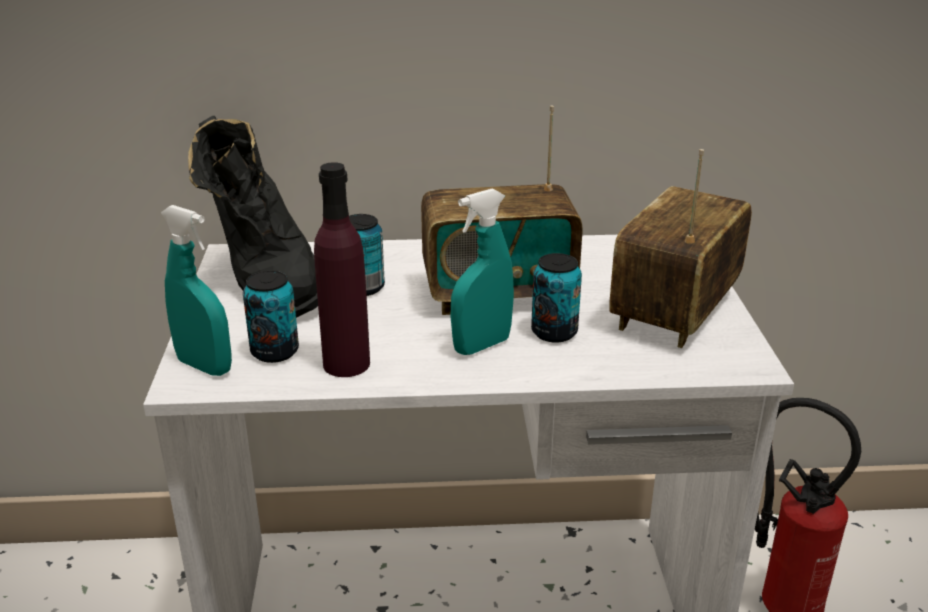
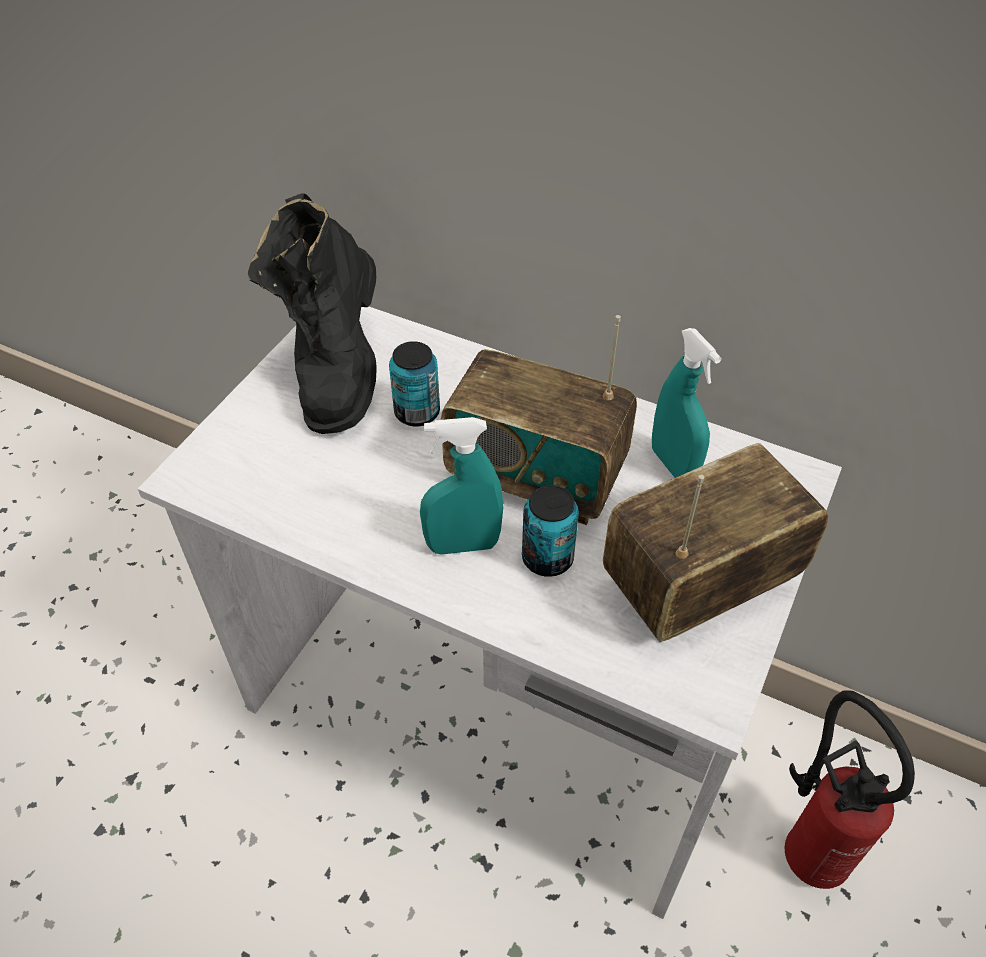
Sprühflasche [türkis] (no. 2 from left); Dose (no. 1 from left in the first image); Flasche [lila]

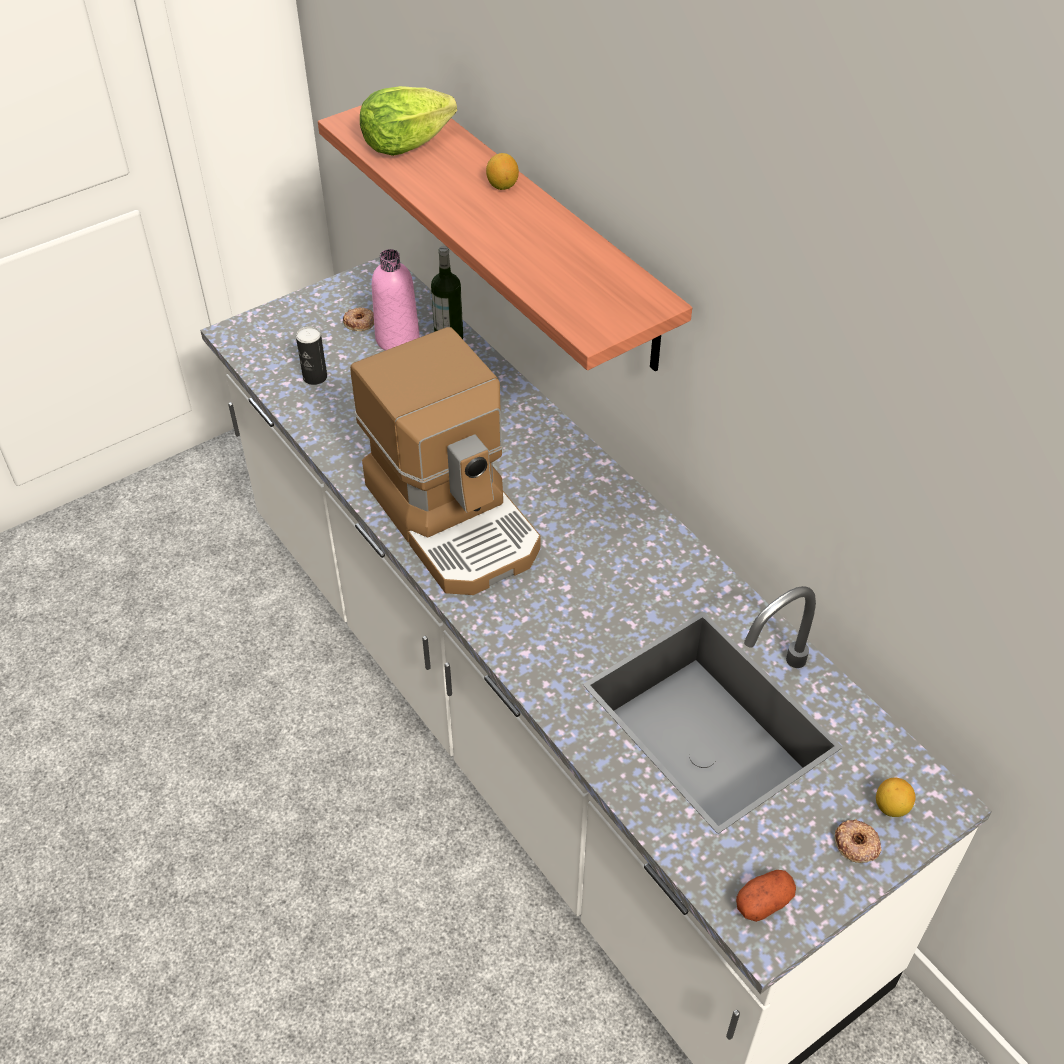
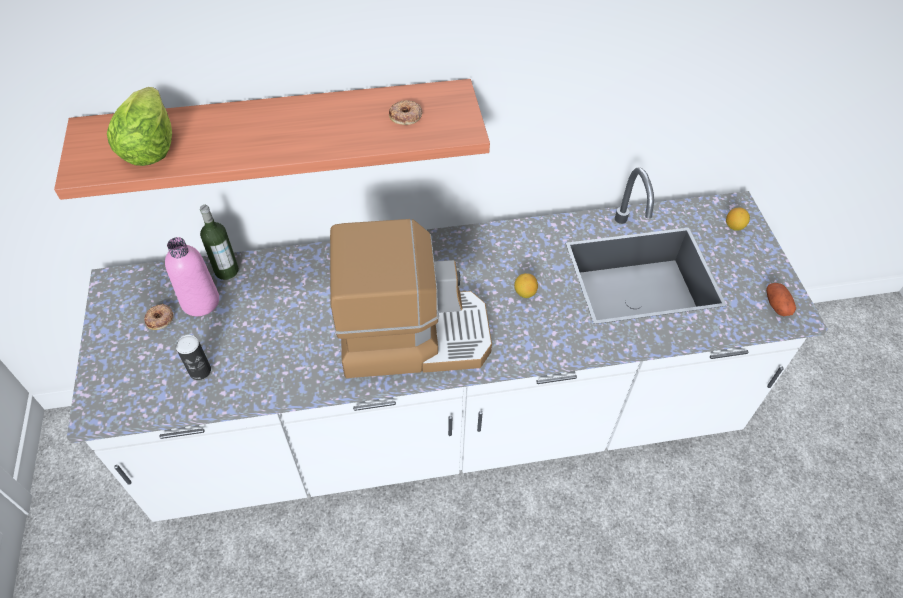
Zitrone (no. 1 from left); Donut (no. 2 from left)

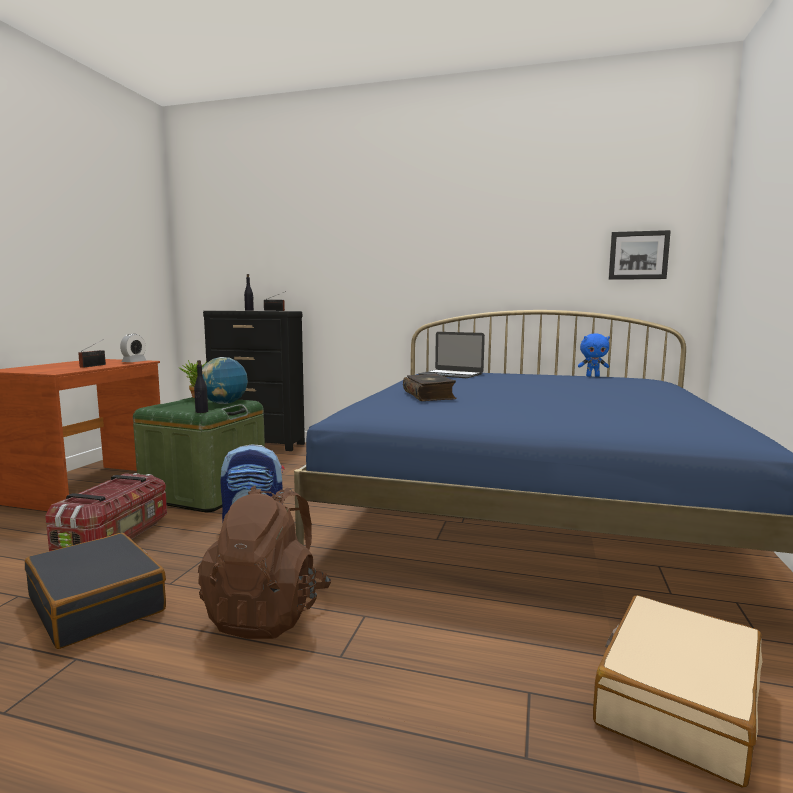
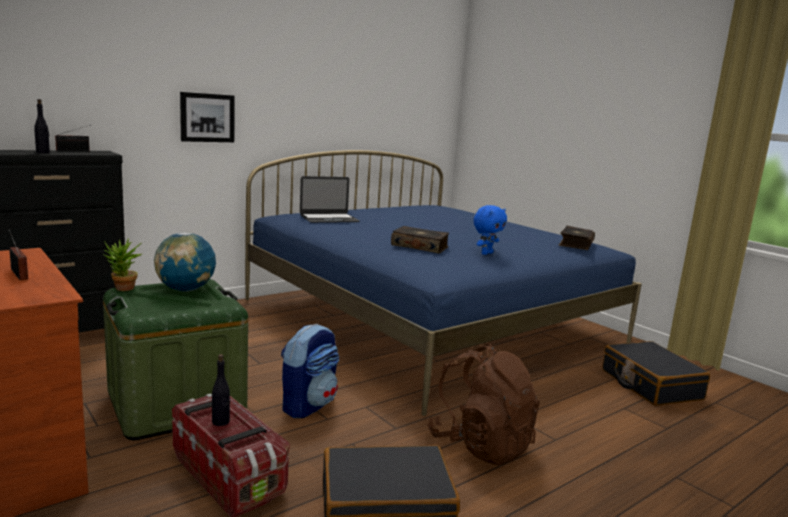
Wecker; Flasche [schwarz] (no. 2 from left); Plüschtier [blau]; Koffer [schwarz] (no. 2 from left); Bild; Buch (no. 2 from left)

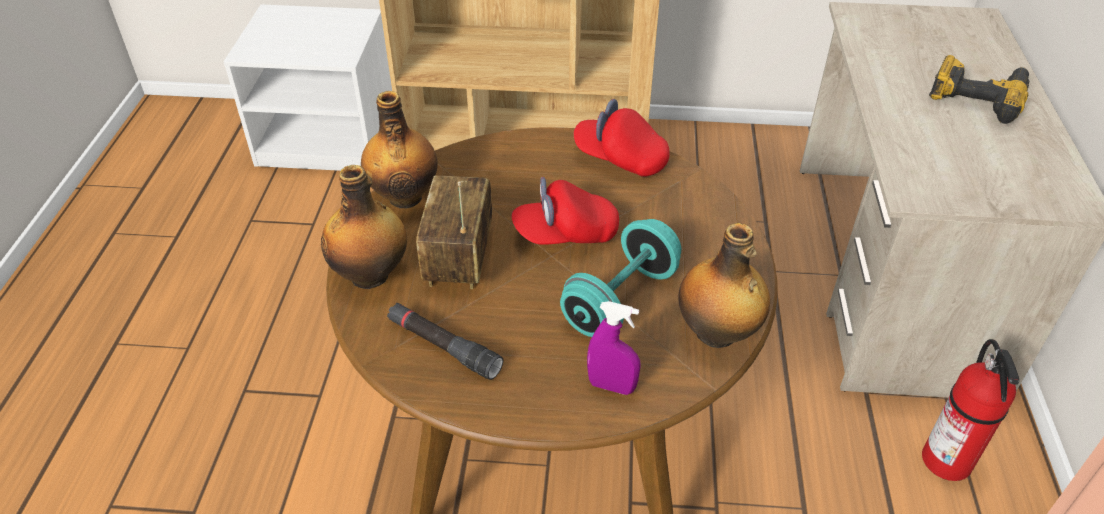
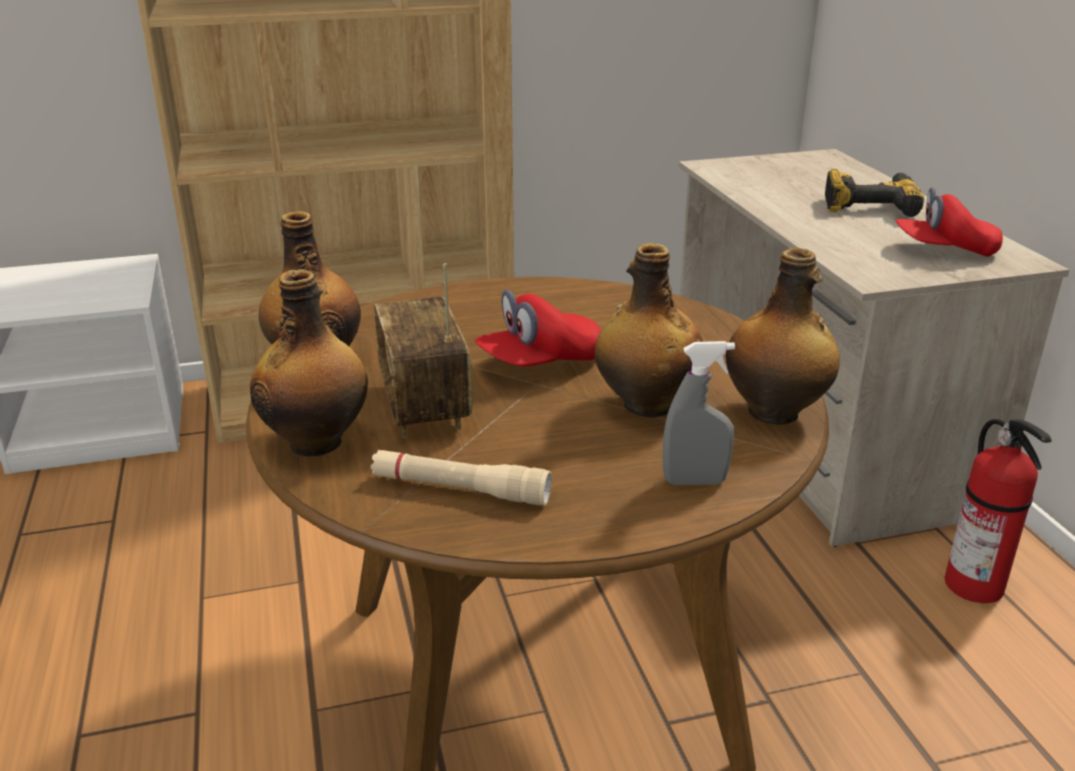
Taschenlampe [beige]; Flasche (no. 3 from left); Kappe [rot] (no. 2 from left); Sprühflasche [grau]

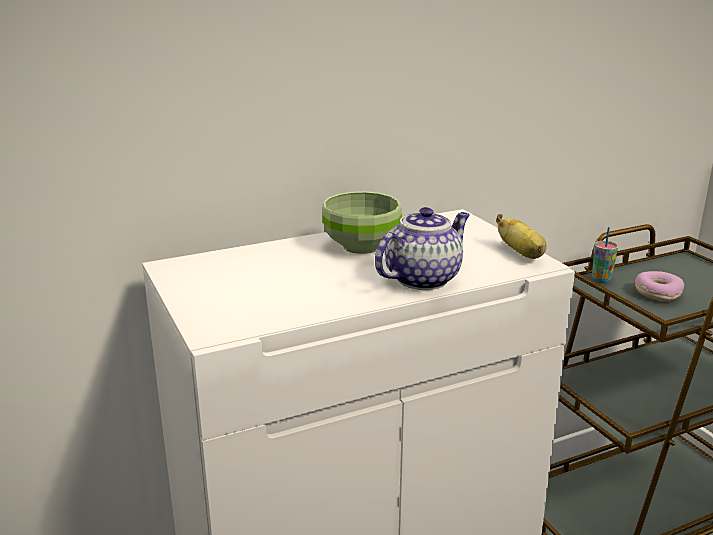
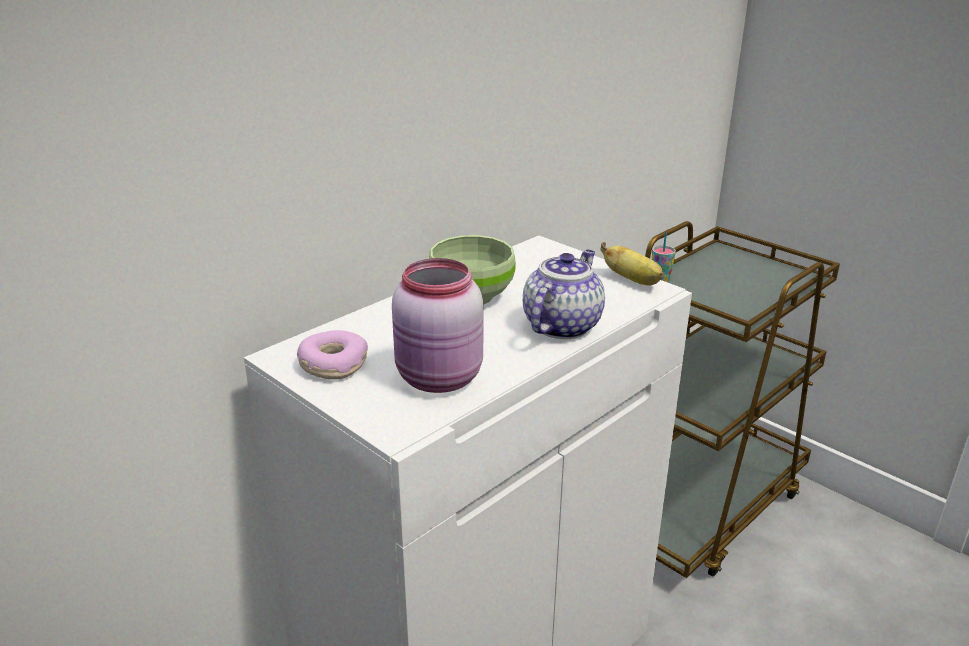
Donut; Vorratsglas [rosa]

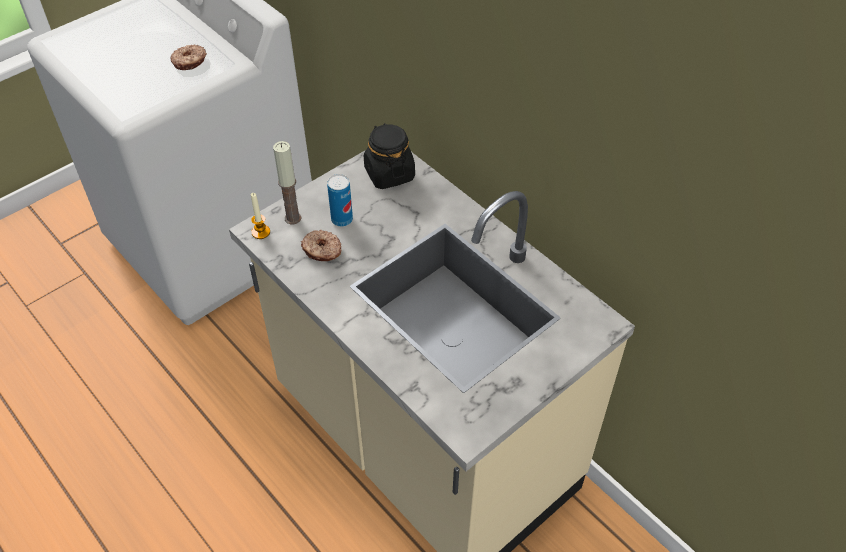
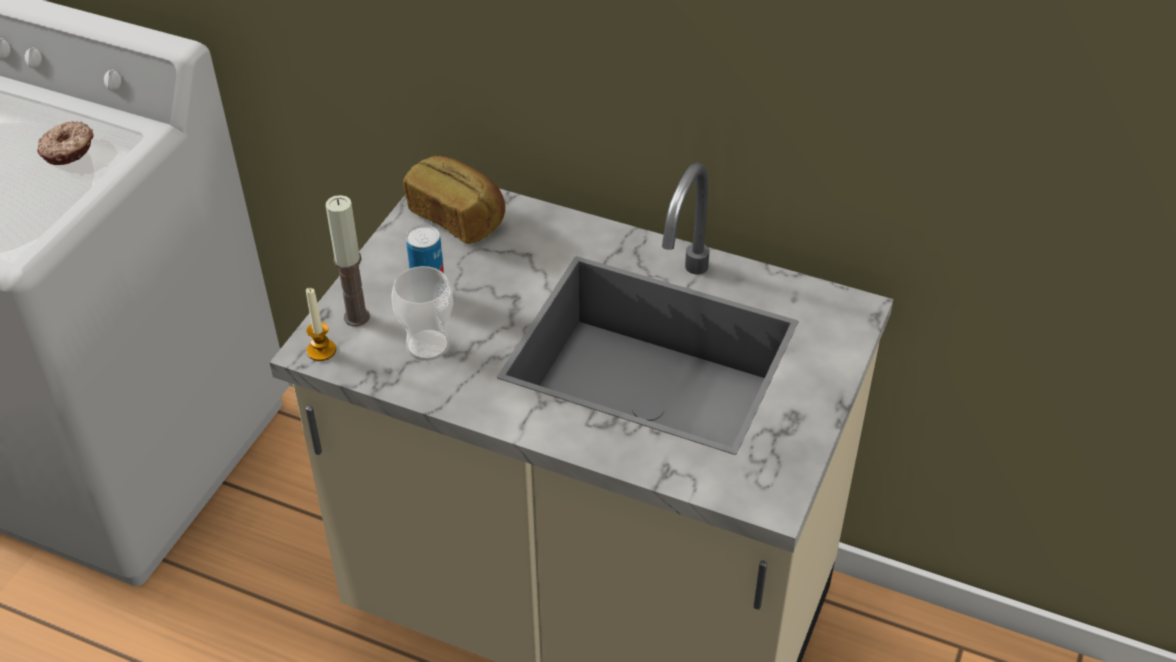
Tasse; Brot

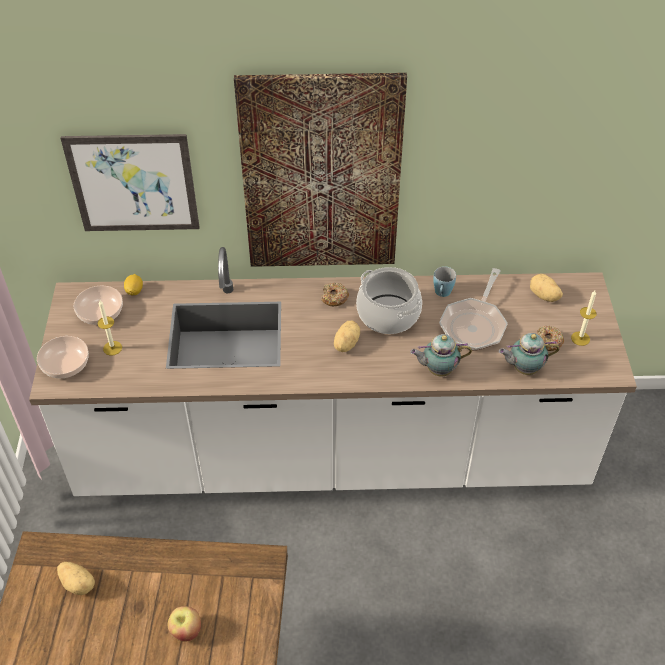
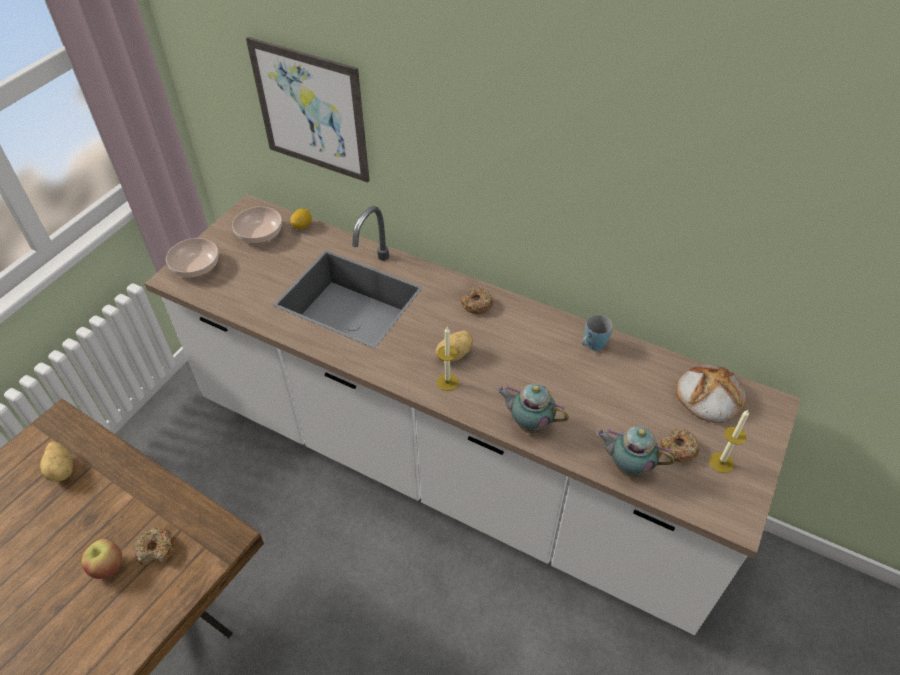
Kerze (no. 1 from left); Bild (no. 2 from left in the first image); Kochtopf; Pfanne; Brot; Donut (no. 1 from left)

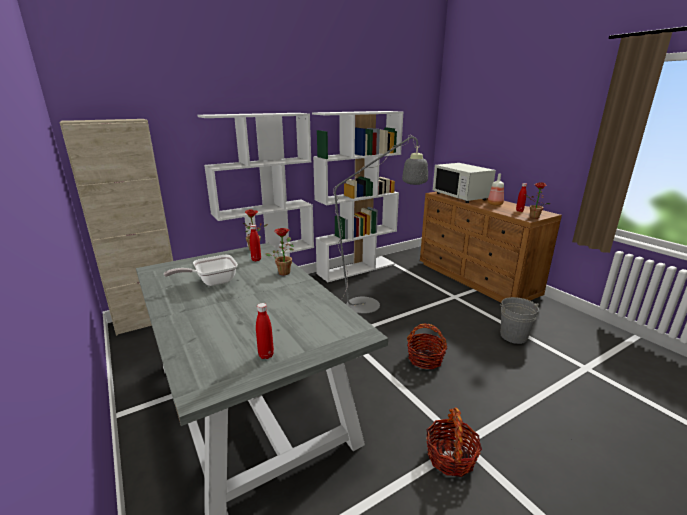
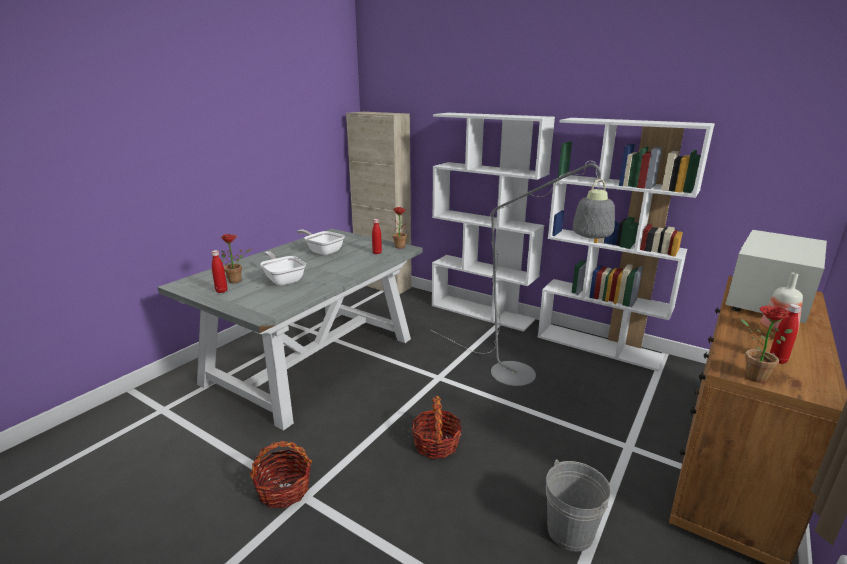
Topfpflanze (no. 1 from left); Pfanne (no. 1 from left)

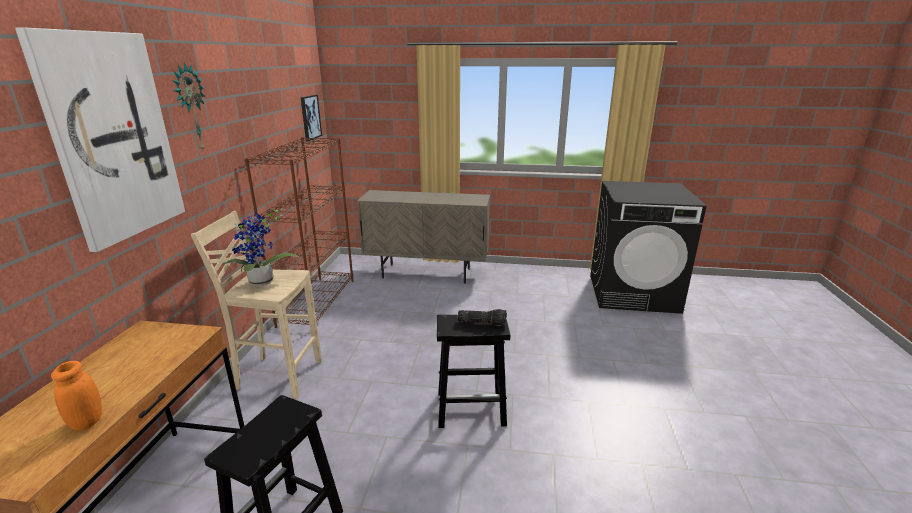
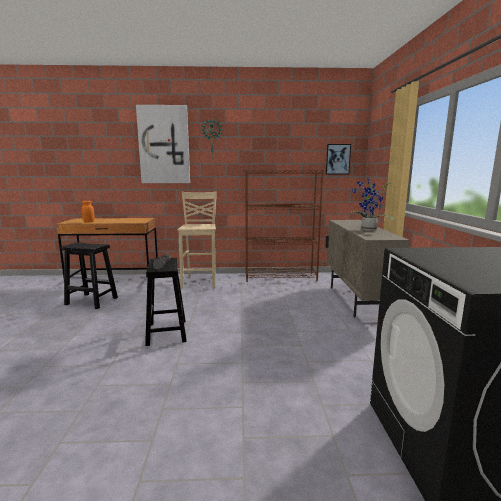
Topfpflanze

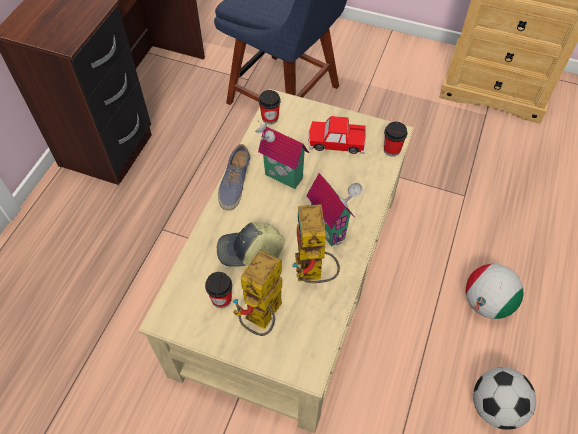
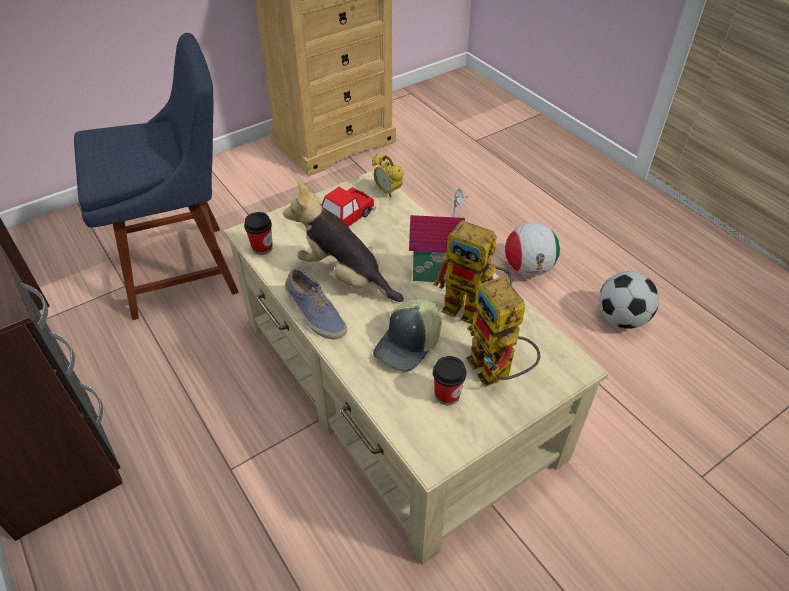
Plüschtier; Wecker

